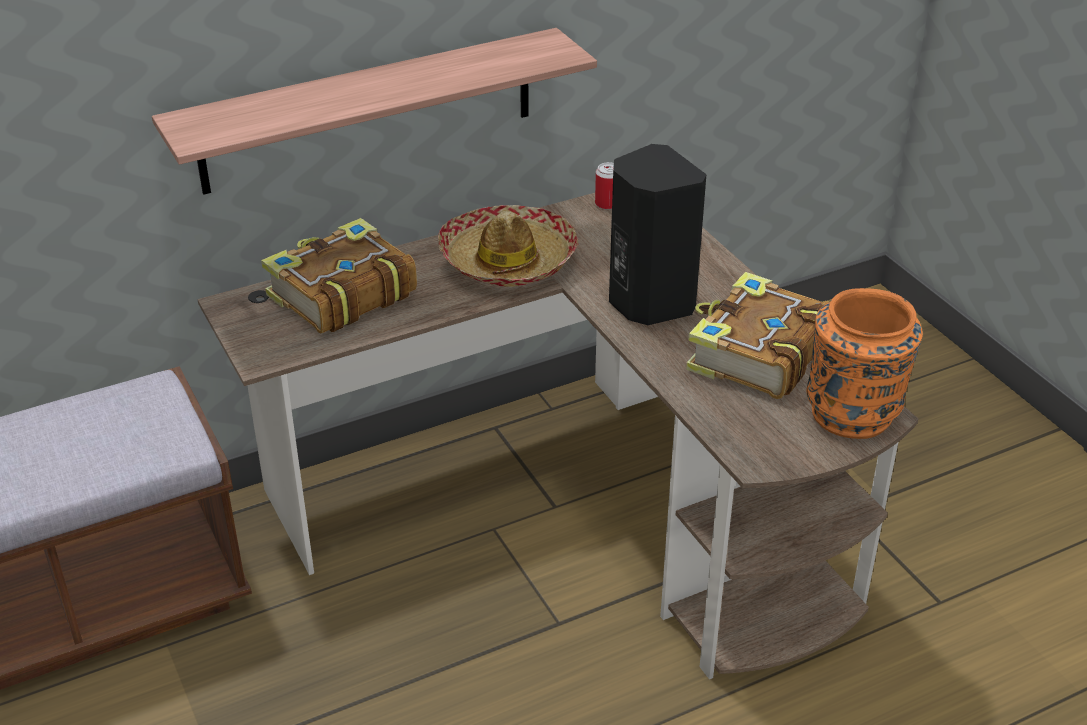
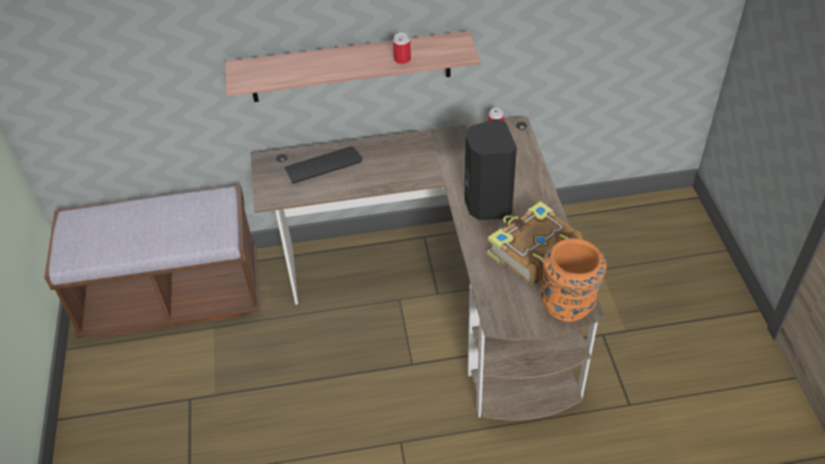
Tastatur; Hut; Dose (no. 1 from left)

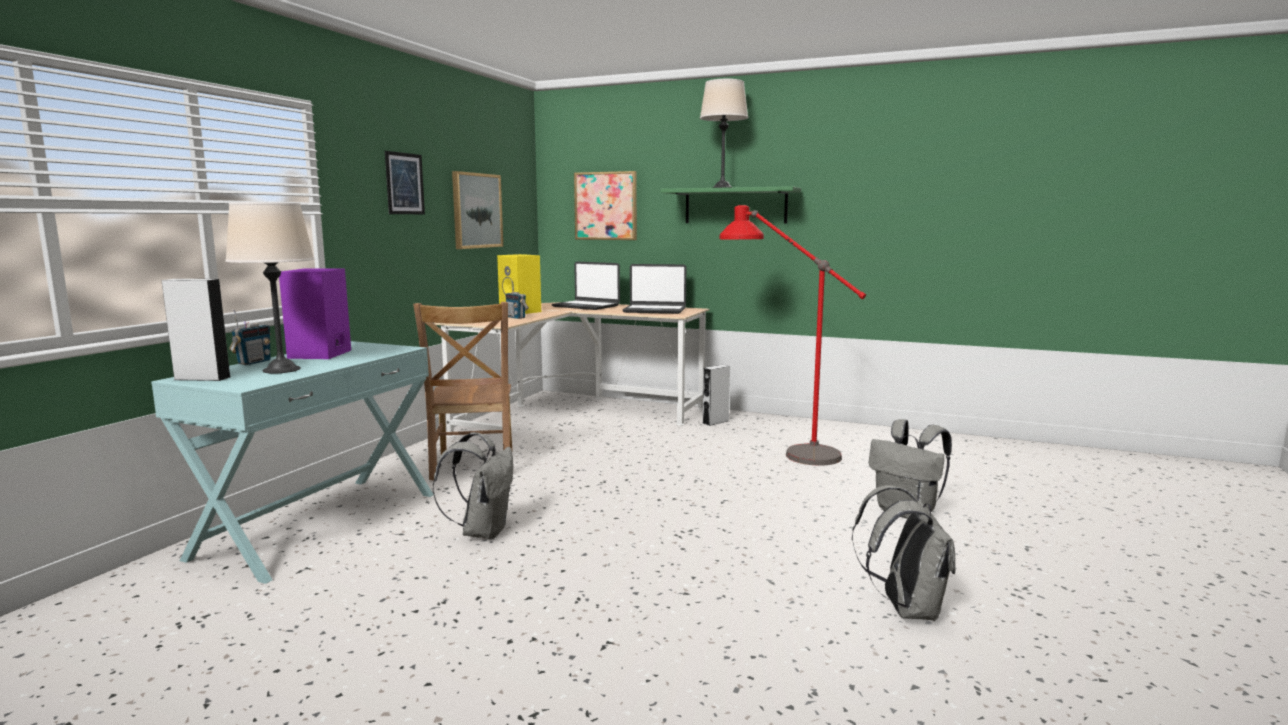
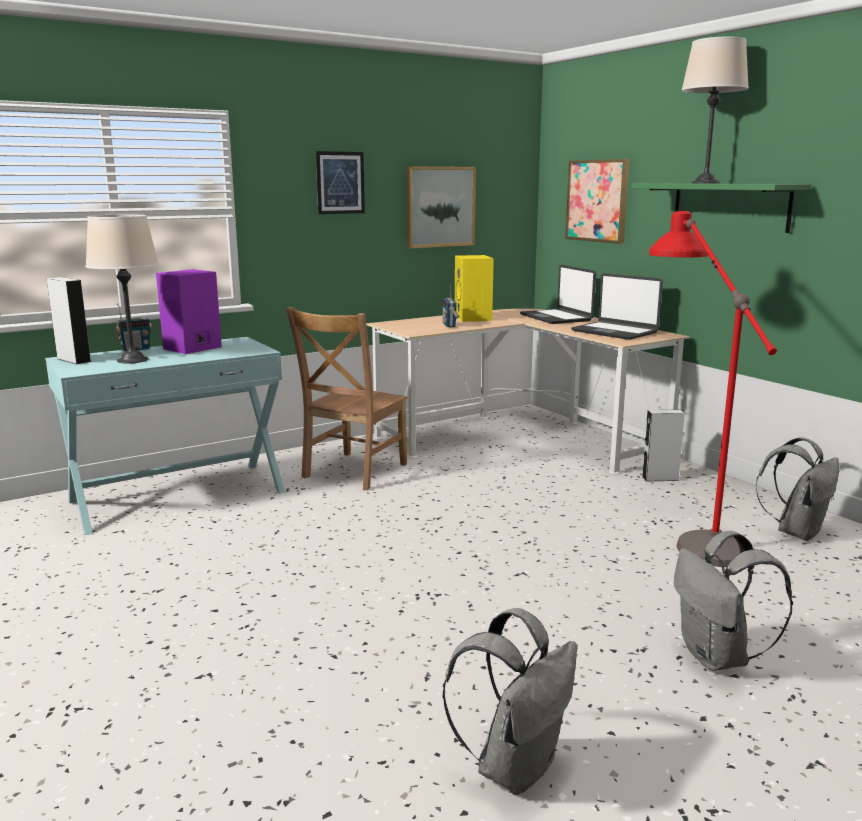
Rucksack [grau] (no. 3 from left)

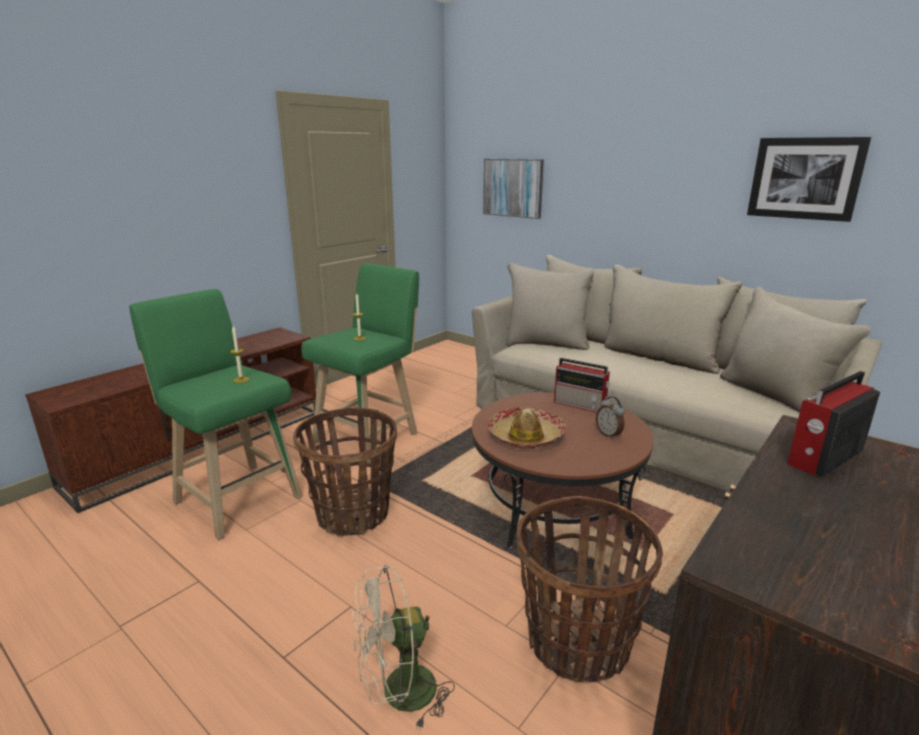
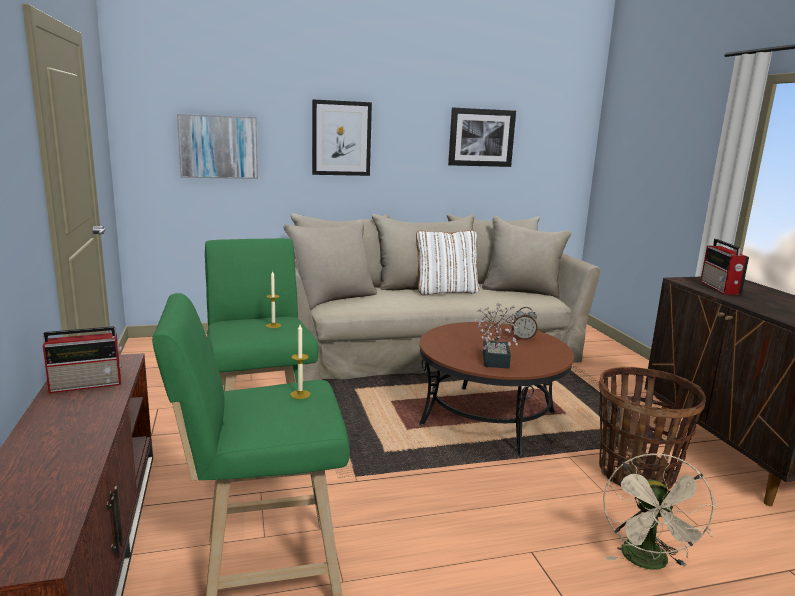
Korb (no. 1 from left in the first image); Topfpflanze; Radio (no. 1 from left); Bild (no. 2 from left); Kissen [weiß]

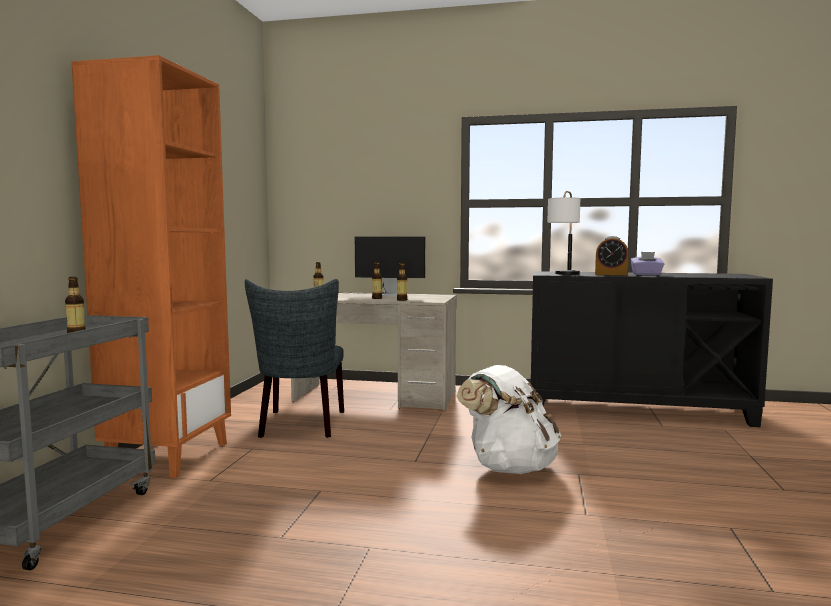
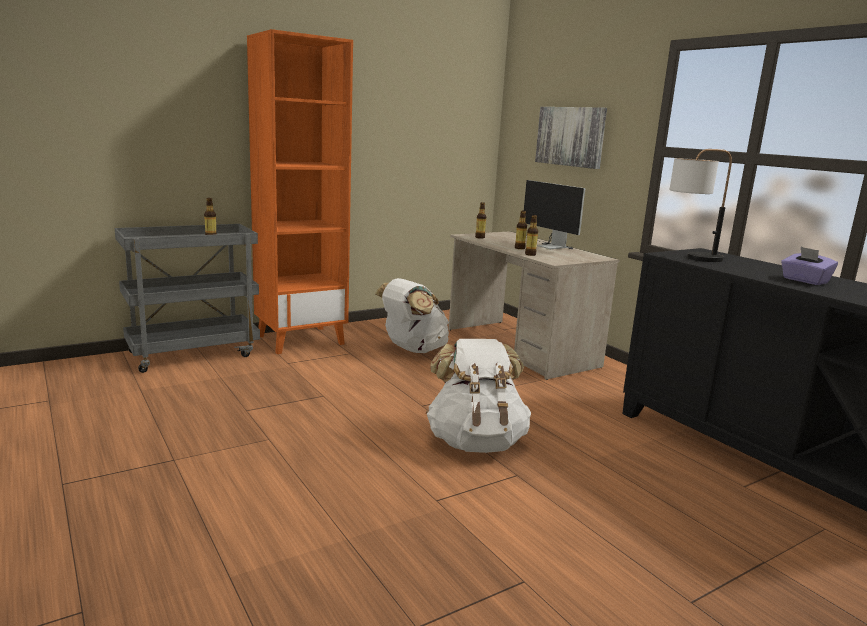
Rucksack [weiß] (no. 1 from left); Wecker; Bild

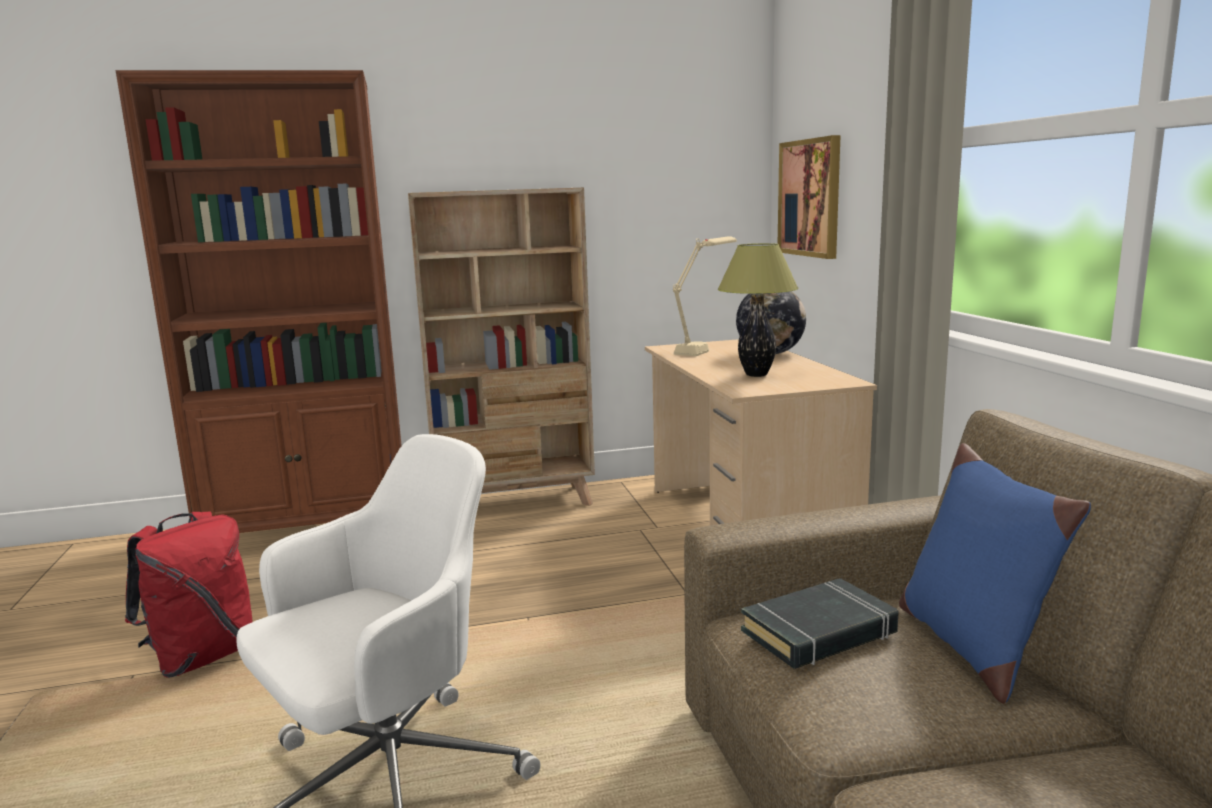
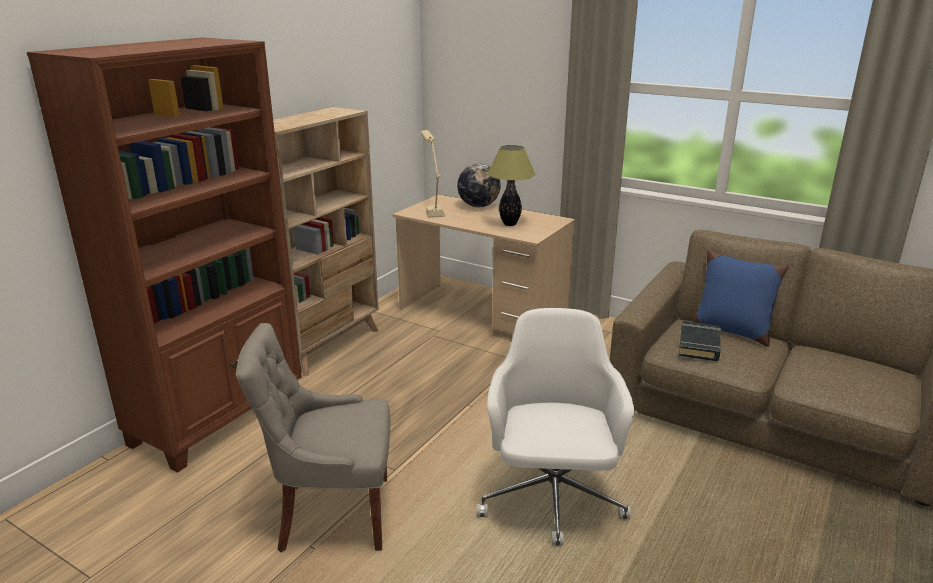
Stuhl [grau]; Bild

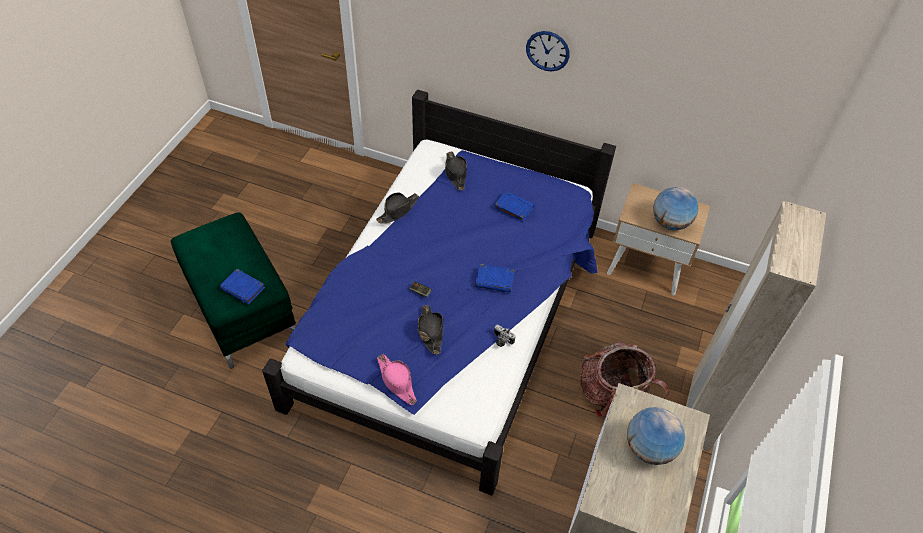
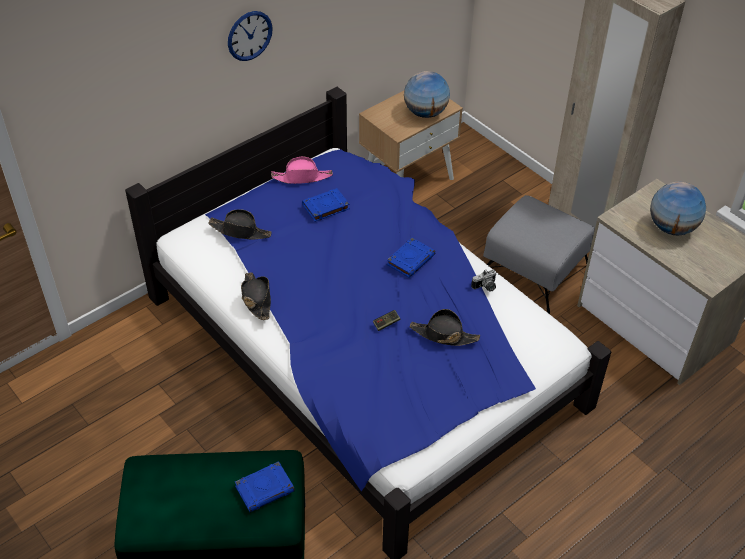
Hut [rosa]; Polsterhocker [grau]

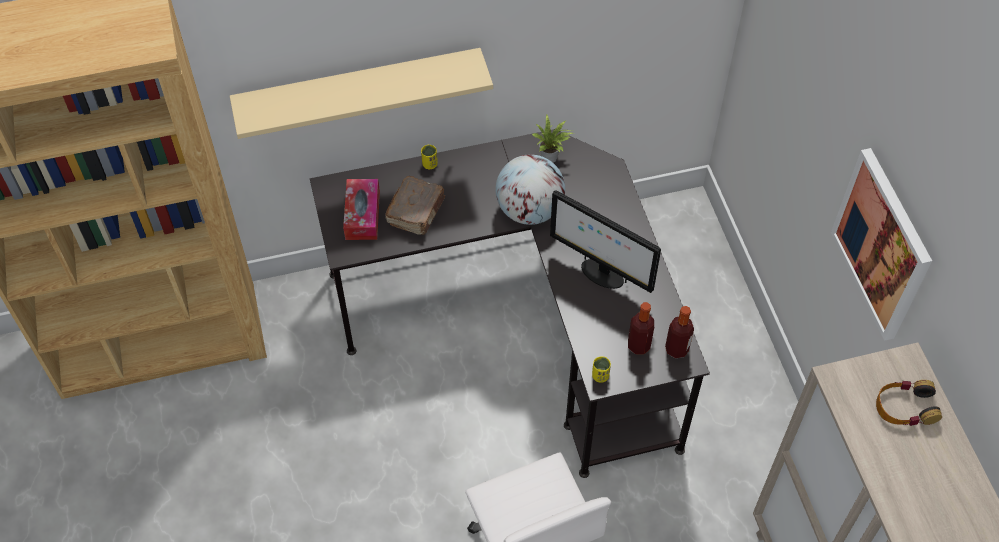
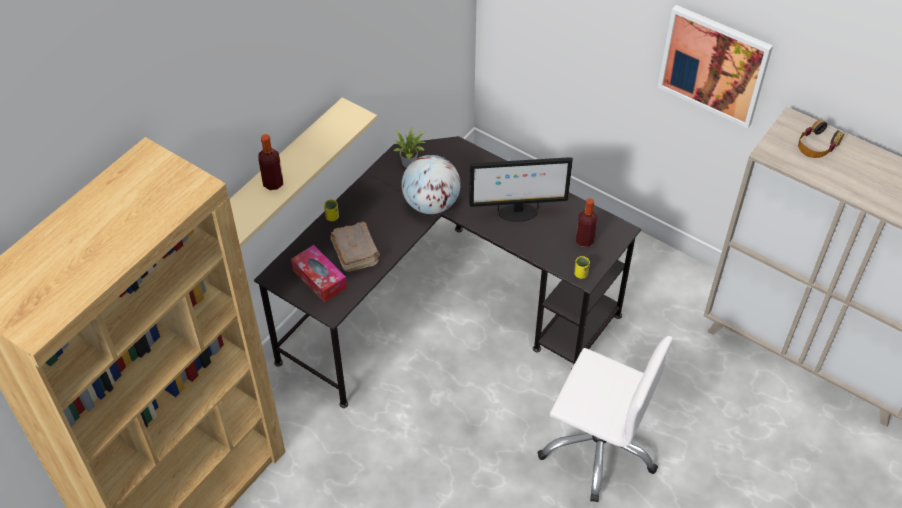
Flasche (no. 1 from left)

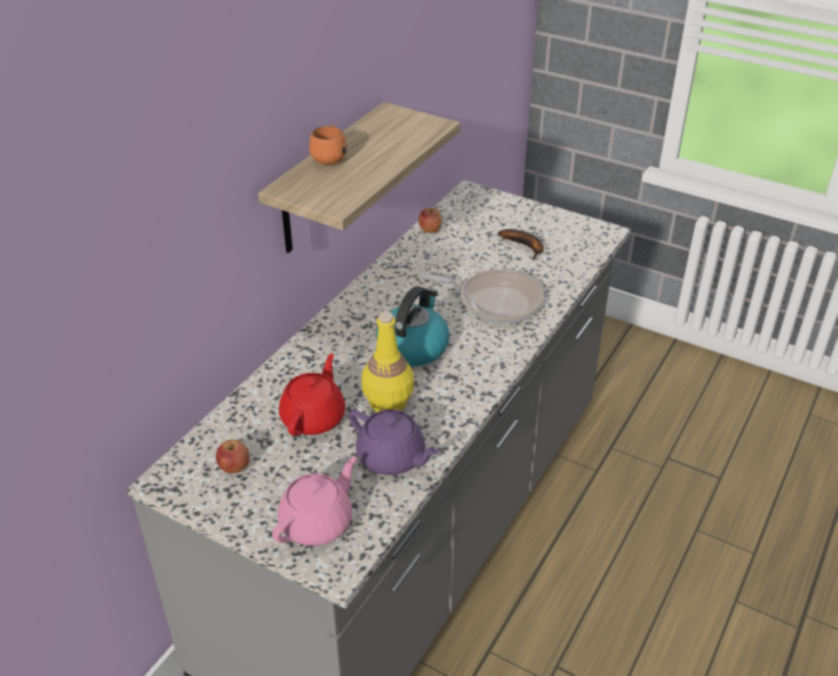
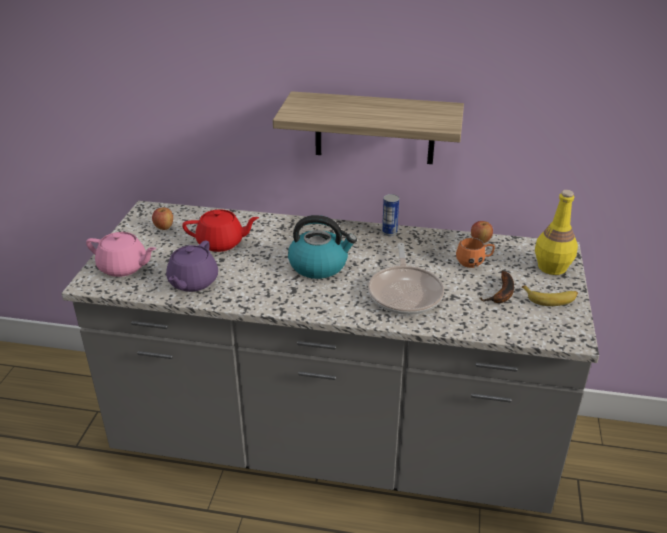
Henkelbecher [orange]; Flasche [gelb]; Dose; Banane (no. 2 from left)

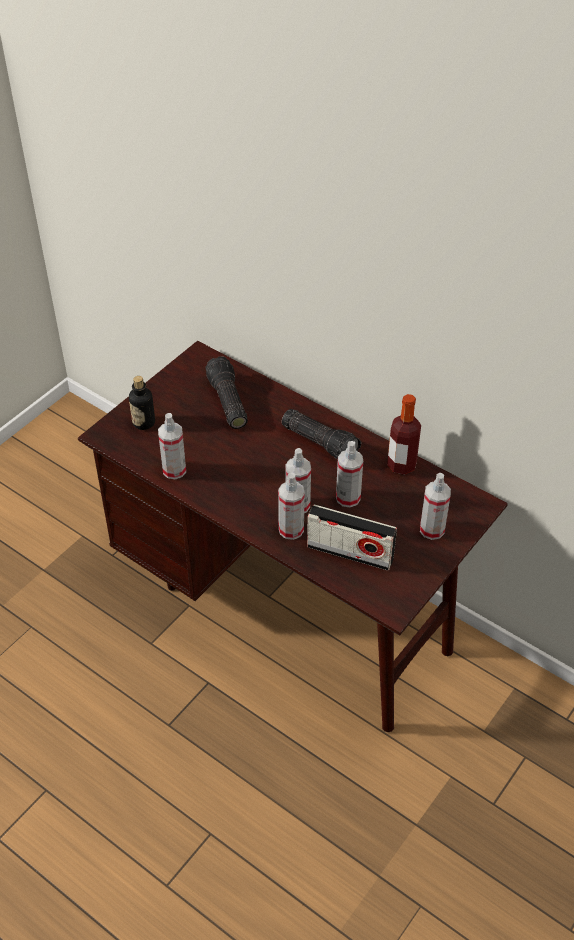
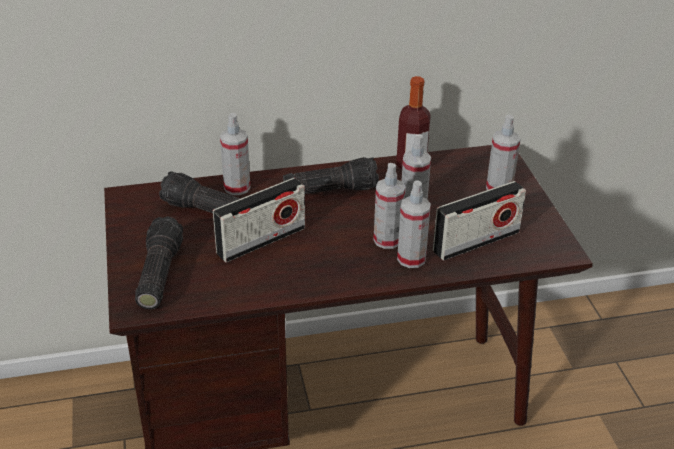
Taschenlampe (no. 1 from left); Sprühflasche (no. 1 from left); Radio (no. 1 from left)

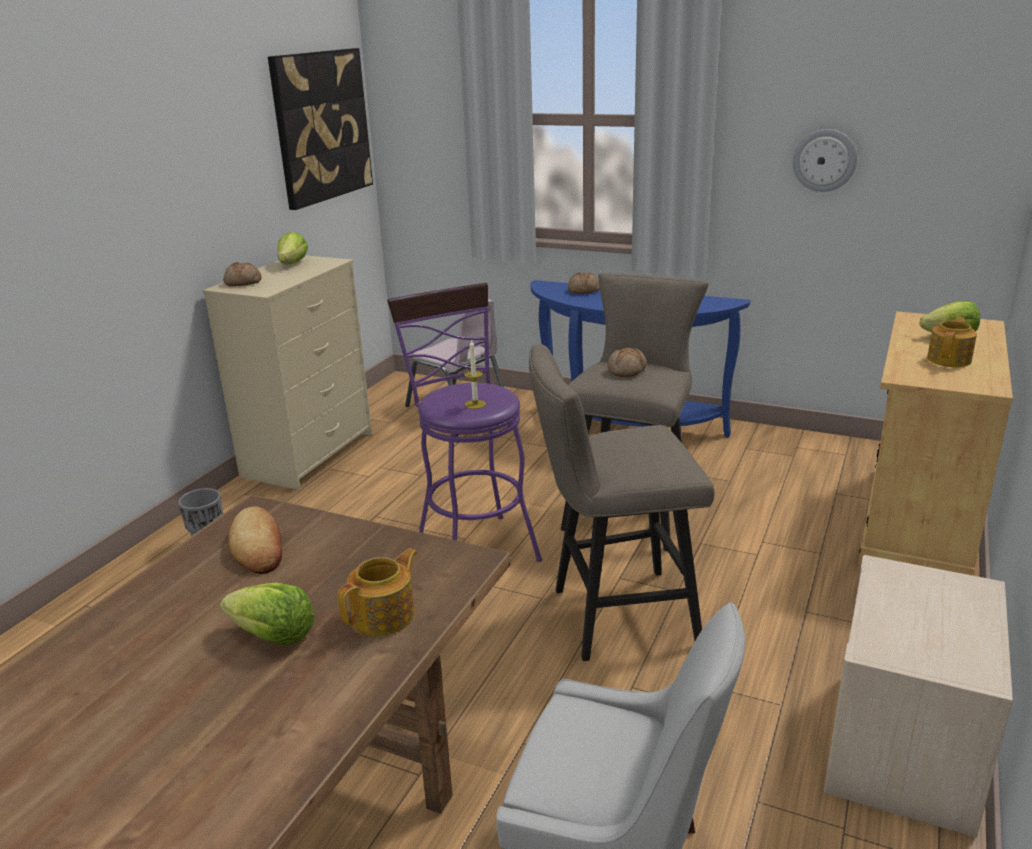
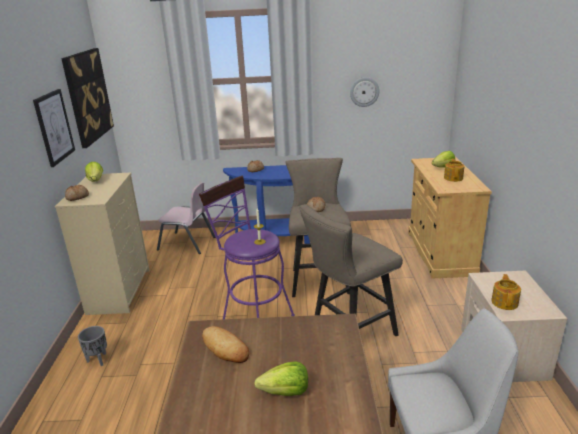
Teekanne (no. 2 from left); Bild (no. 1 from left)

